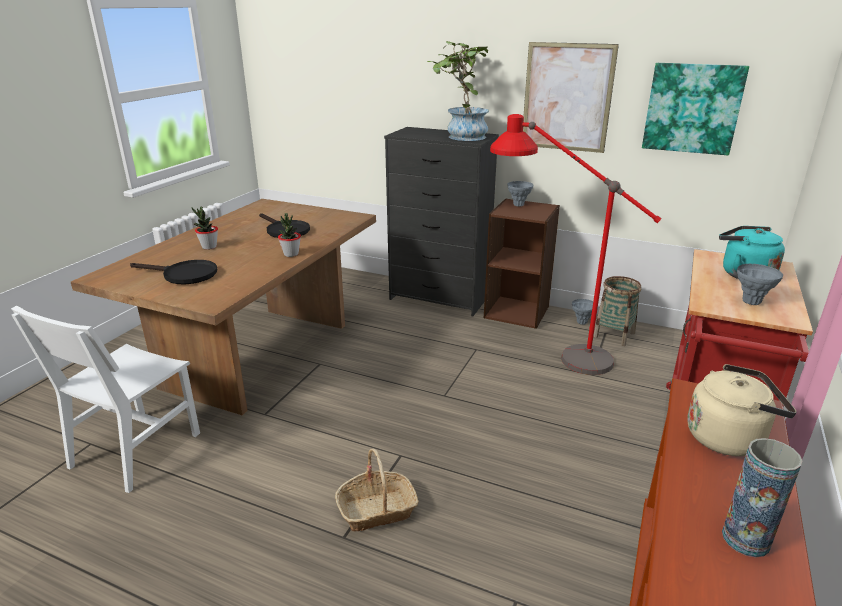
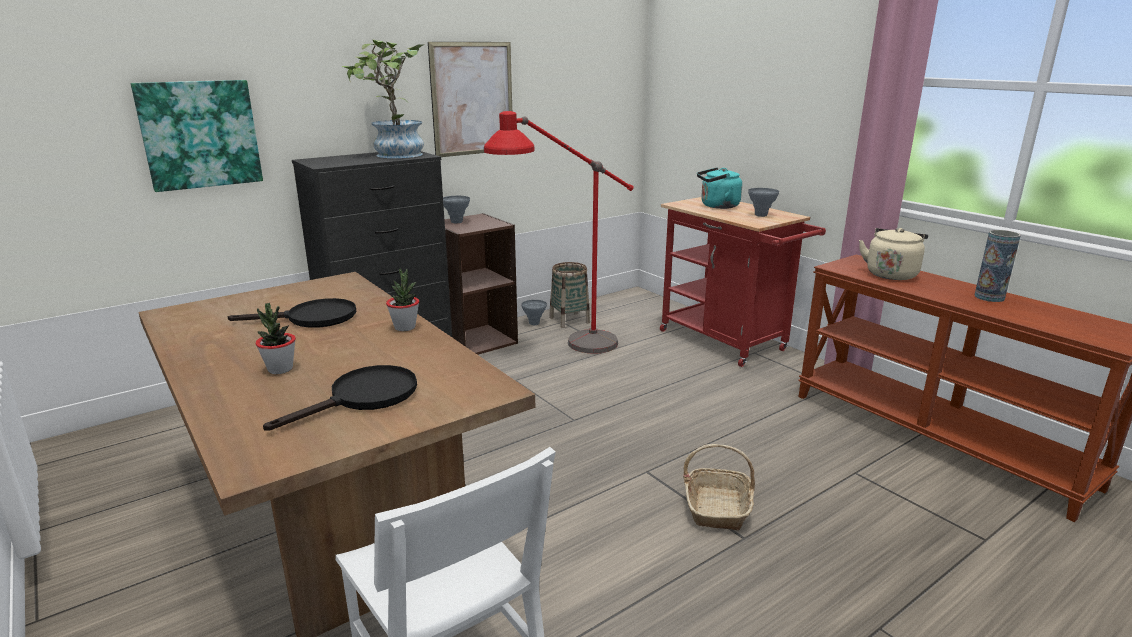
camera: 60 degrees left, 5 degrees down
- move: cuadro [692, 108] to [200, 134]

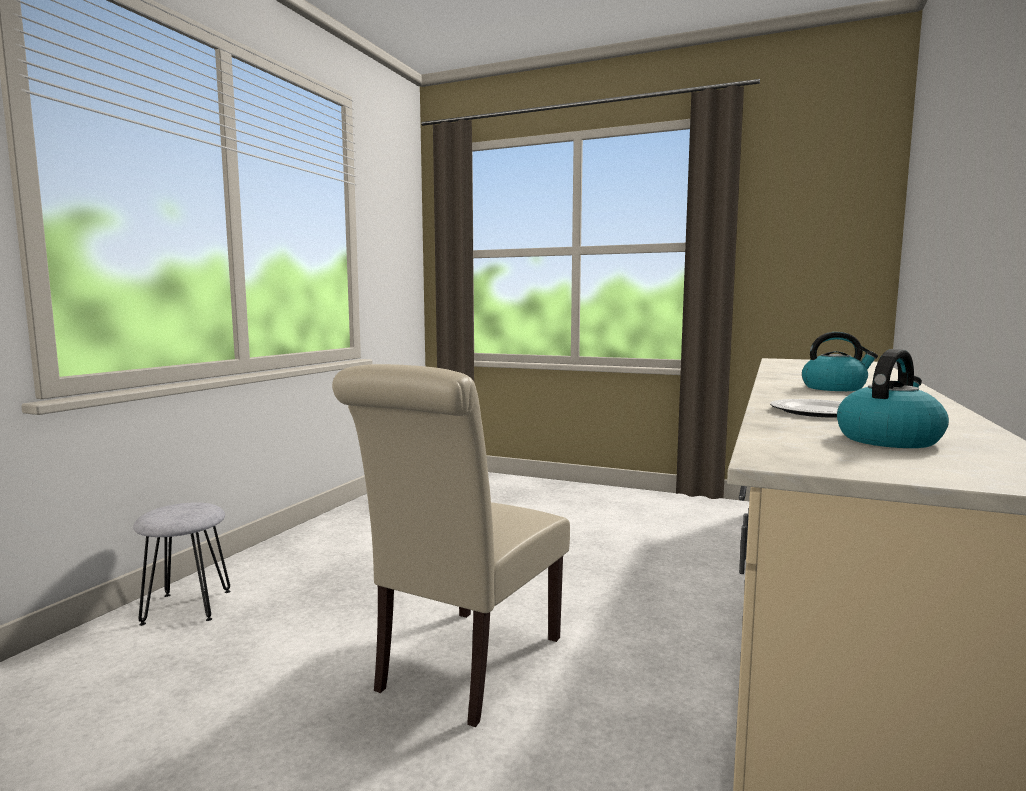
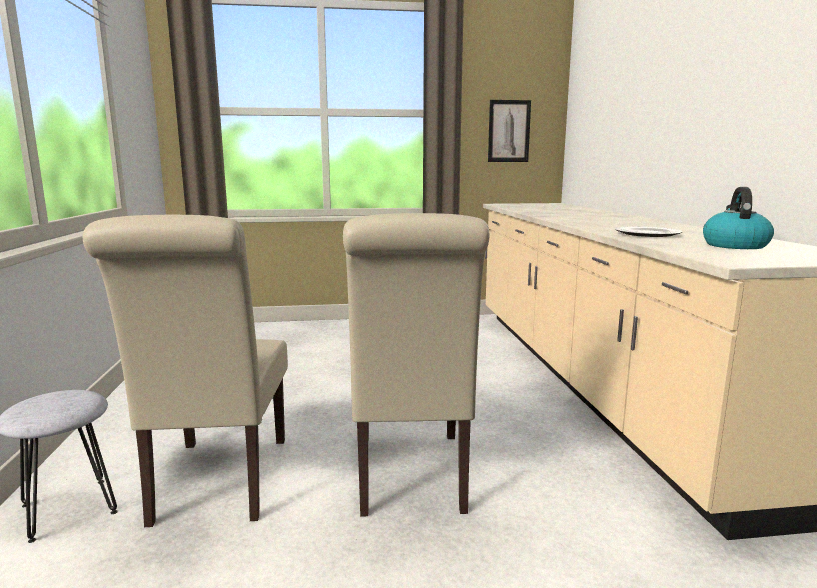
camera: 30 degrees left, 5 degrees up
- insert: silla [beis] [218, 484]
- insert: cuadro [509, 131]
- delete: hervidor [834, 388]

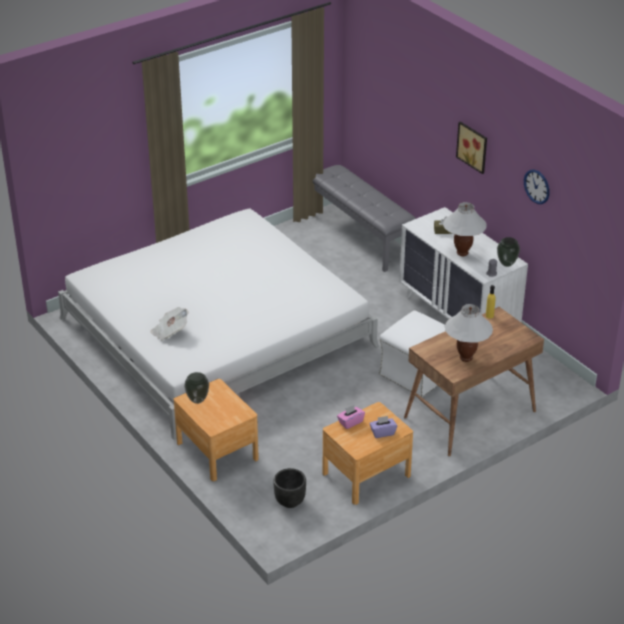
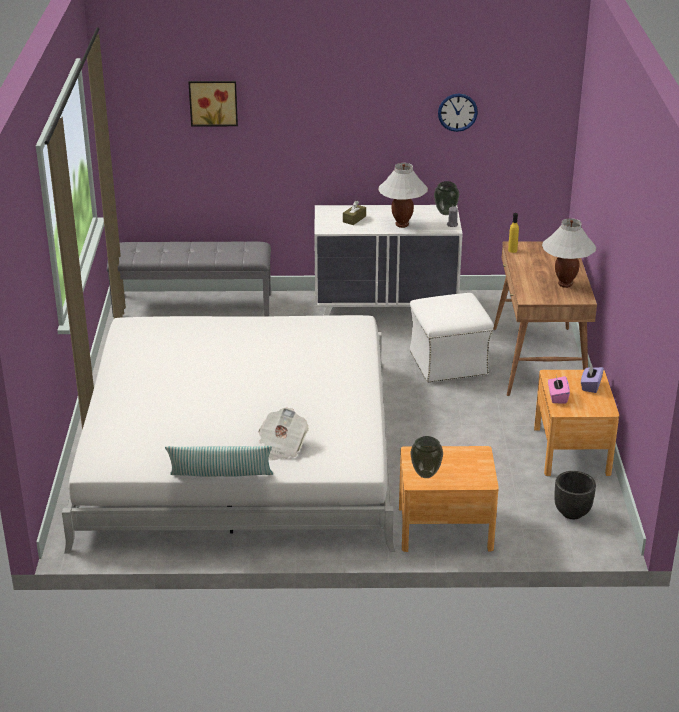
camera: 55 degrees left, 5 degrees down
- insert: cojín [221, 479]
- move: cuadro [473, 146] to [213, 102]

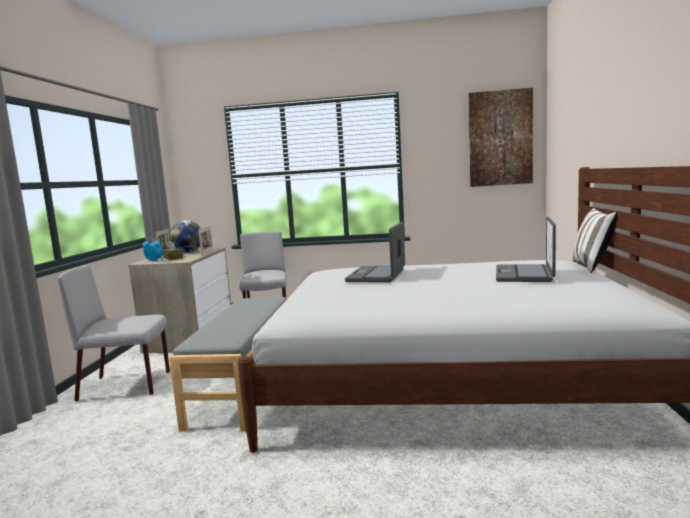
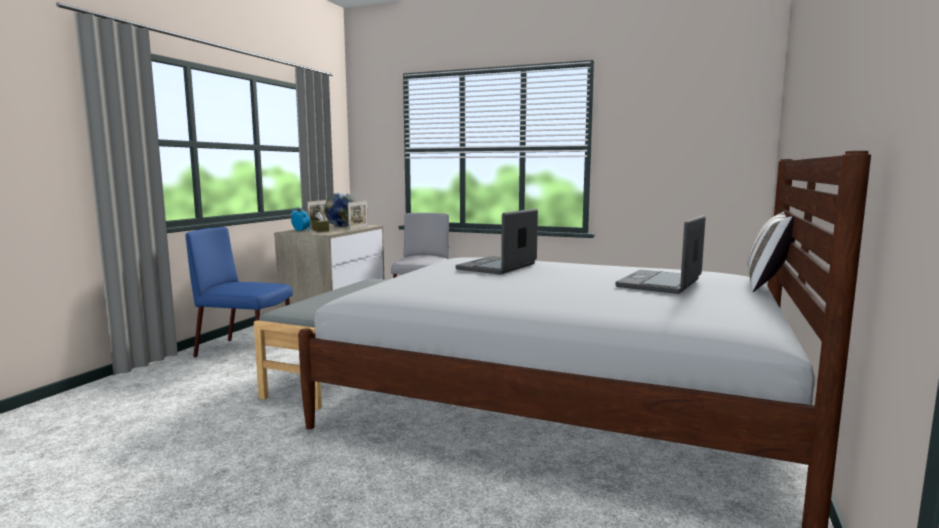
camera: 15 degrees right, 0 degrees up
- recolor: silla [gris] [127, 385] to silla [azul] [246, 351]
- delete: cuadro [500, 138]

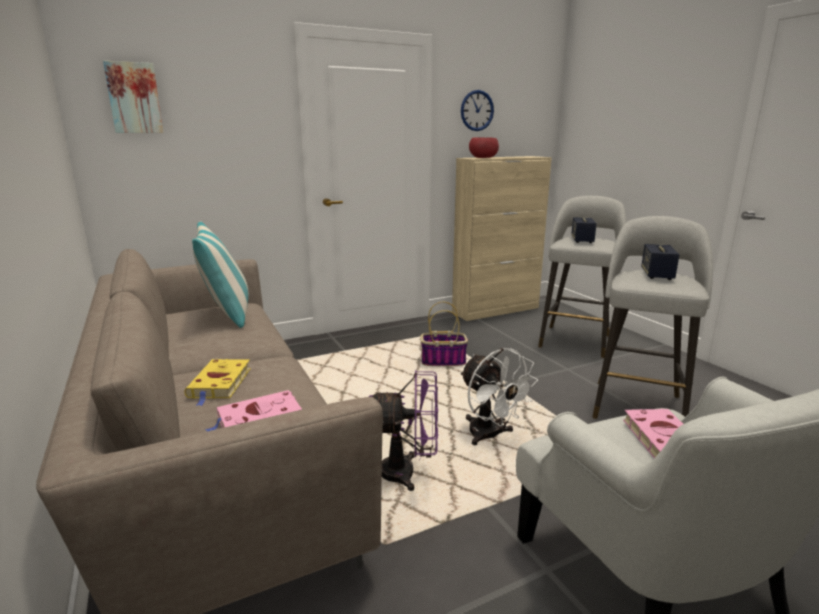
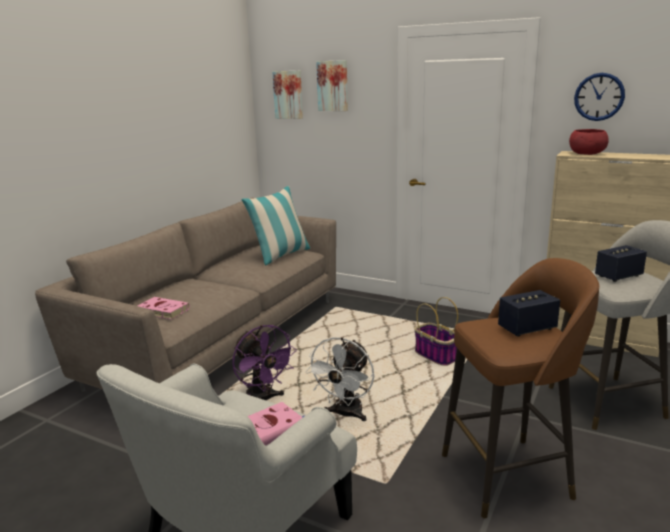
camera: 55 degrees right, 0 degrees up
- insert: cuadro [333, 86]
- recolor: taburete [gris] [637, 405] to taburete [marrón] [509, 475]
- delete: libro [amarillo] [219, 384]

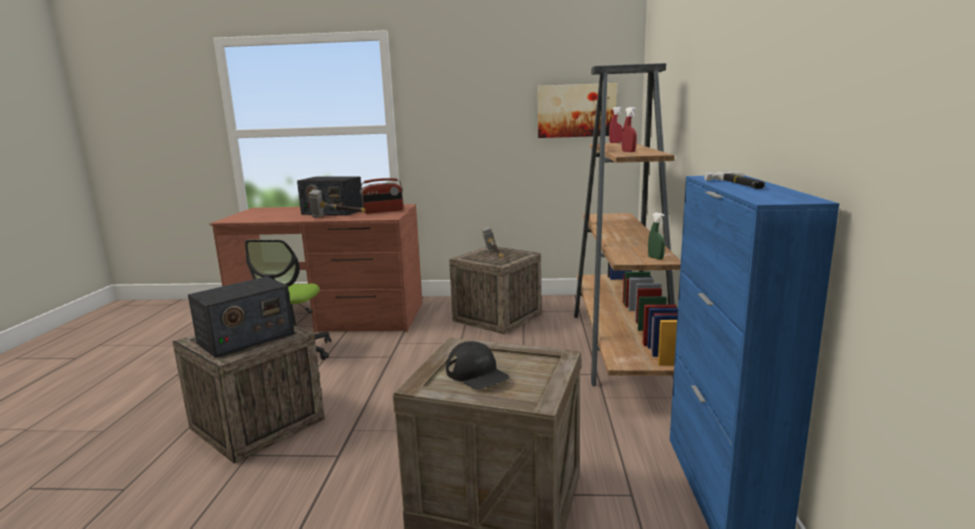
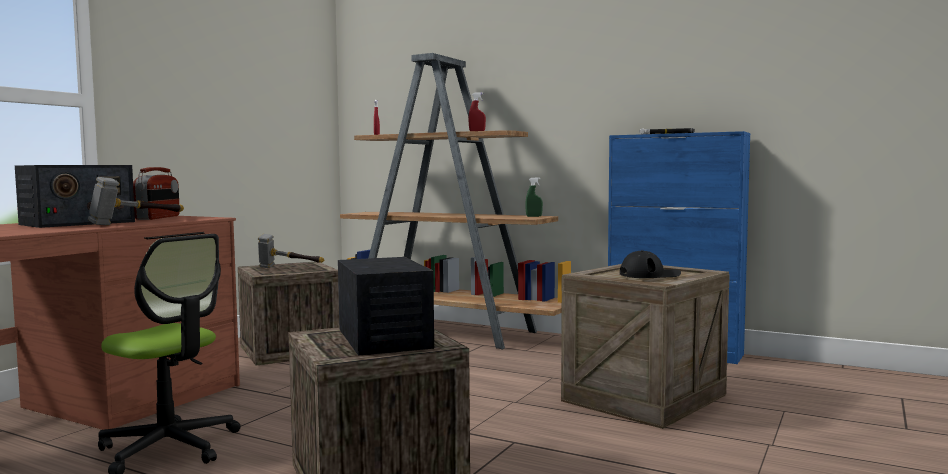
camera: 65 degrees left, 10 degrees down
- delete: cuadro [576, 110]

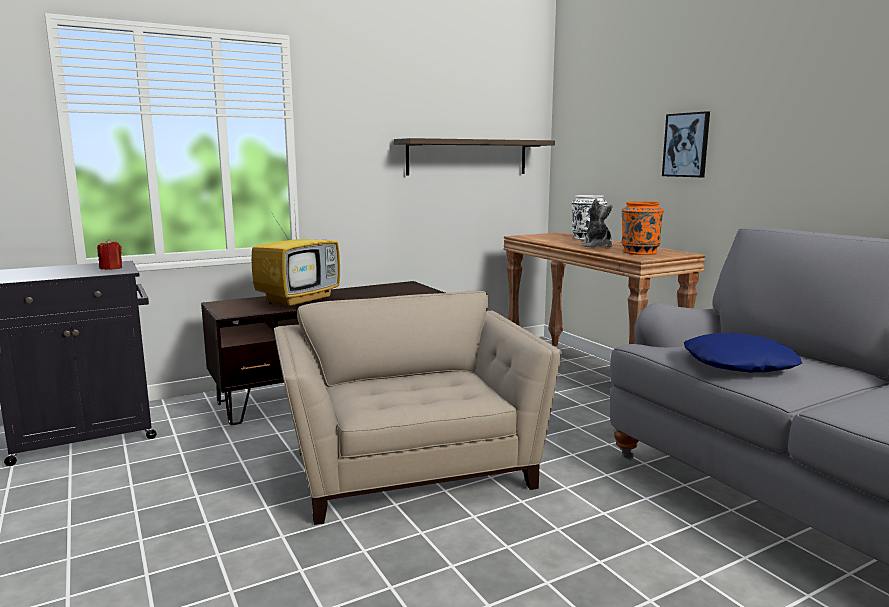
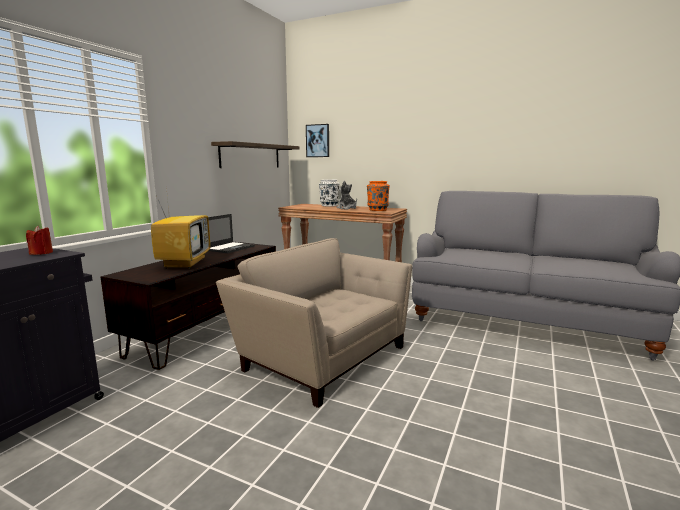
camera: 35 degrees left, 0 degrees up
- insert: portátil [230, 248]
- move: cuadro [686, 145] to [318, 140]
- delete: cojín [azul] [738, 364]

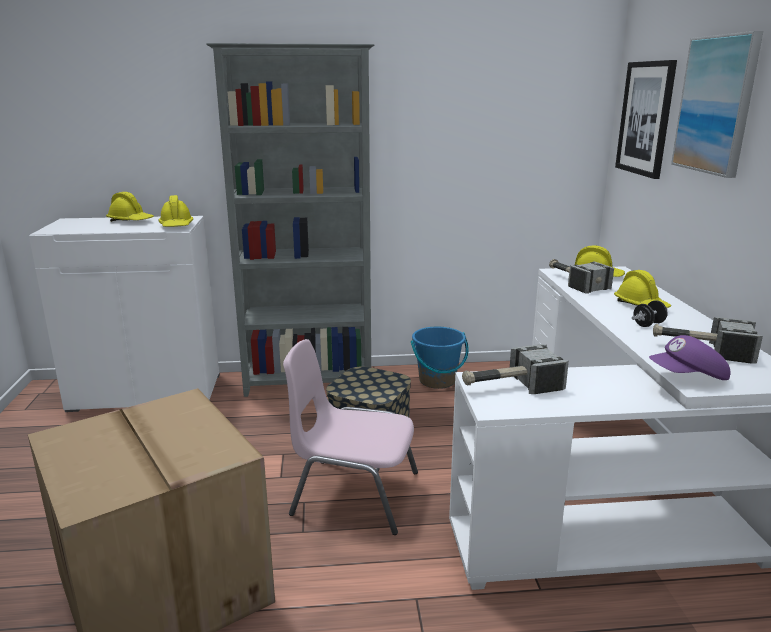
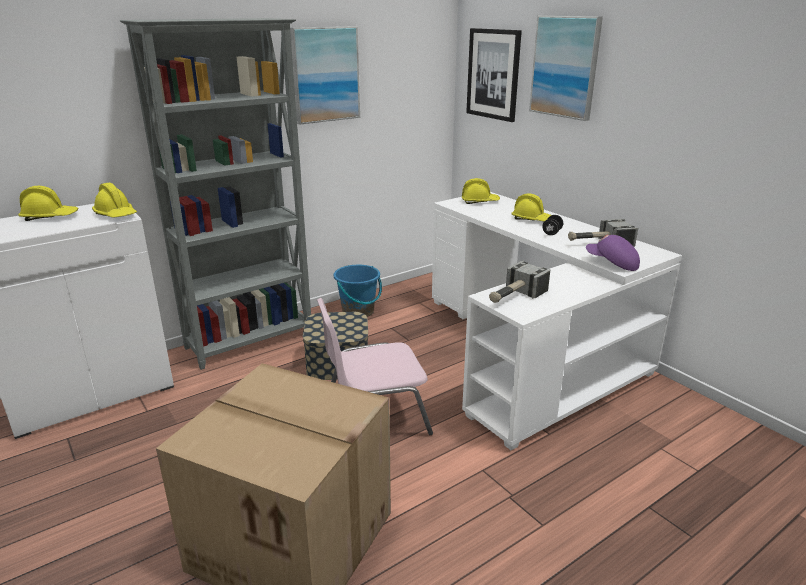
camera: 30 degrees left, 5 degrees up
- insert: cuadro [325, 75]
- rotate: gorra [morado] [688, 377] = [612, 264] 75 degrees clockwise
- delete: martillo [574, 282]

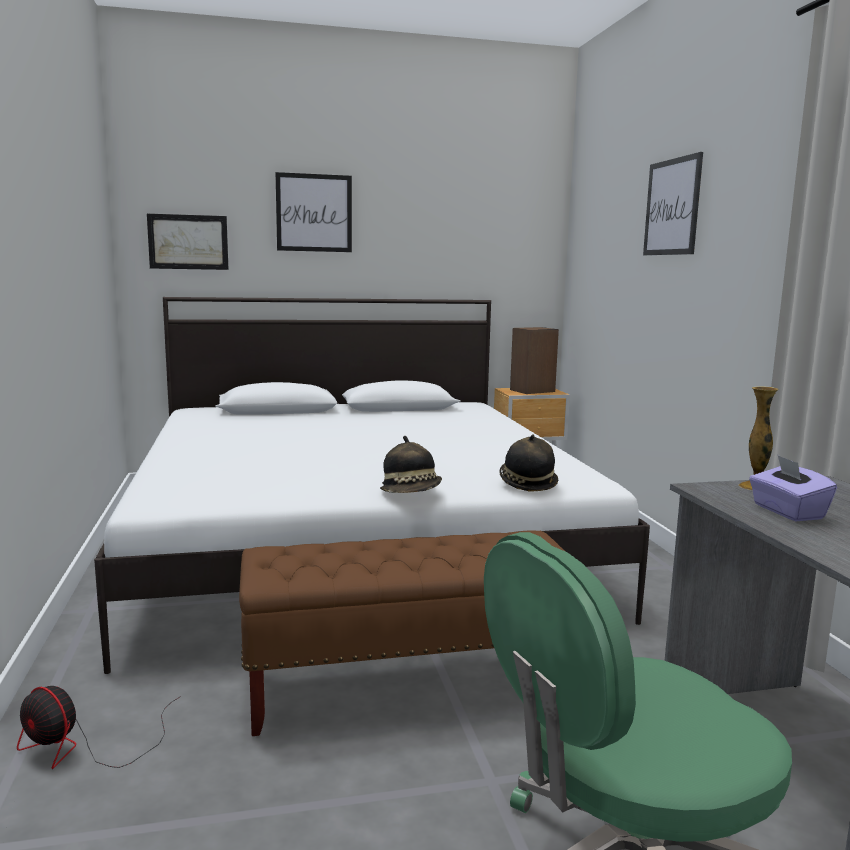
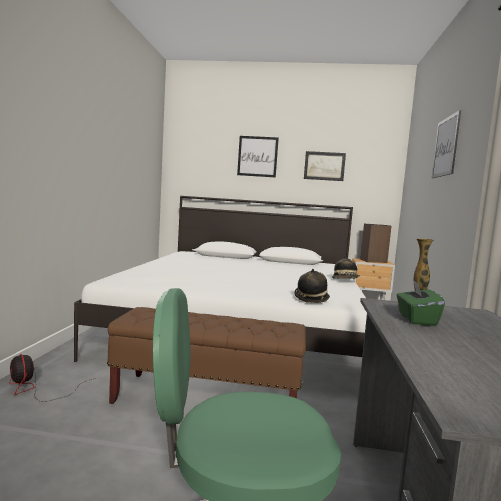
camera: 20 degrees right, 5 degrees down
- move: cuadro [188, 242] to [324, 166]
- move: sombrero [412, 493] to [345, 280]
- recolor: caja de pañuelos [morado] [787, 512] to caja de pañuelos [verde] [416, 319]

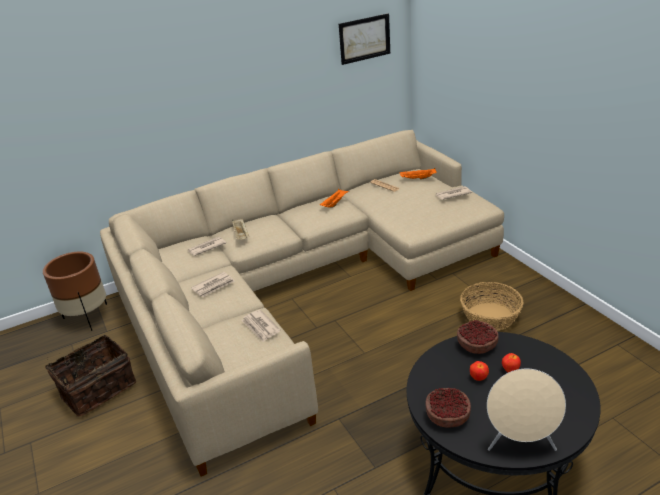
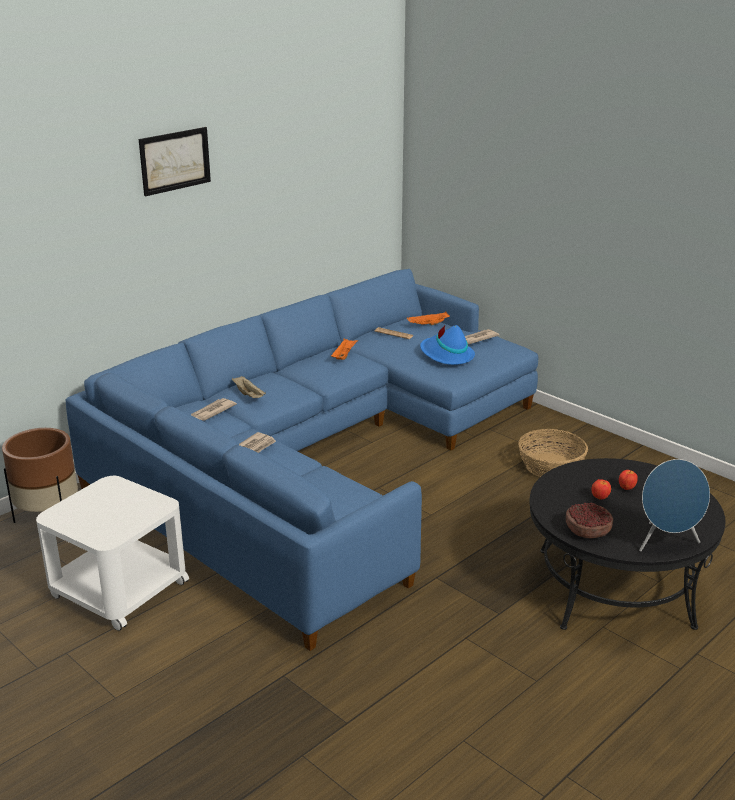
camera: 20 degrees left, 5 degrees down
- replace: cesta [97, 388] to mesa auxiliar [blanco] [118, 589]
- recolor: sofá [beis] [299, 288] to sofá [azul] [316, 460]
- move: cuadro [364, 39] to [175, 161]
- insert: sombrero [azul] [446, 355]
- recolor: altavoz [beis] [521, 444] to altavoz [azul] [666, 543]
- delete: periódico [260, 327]
- delete: cuenco [477, 345]

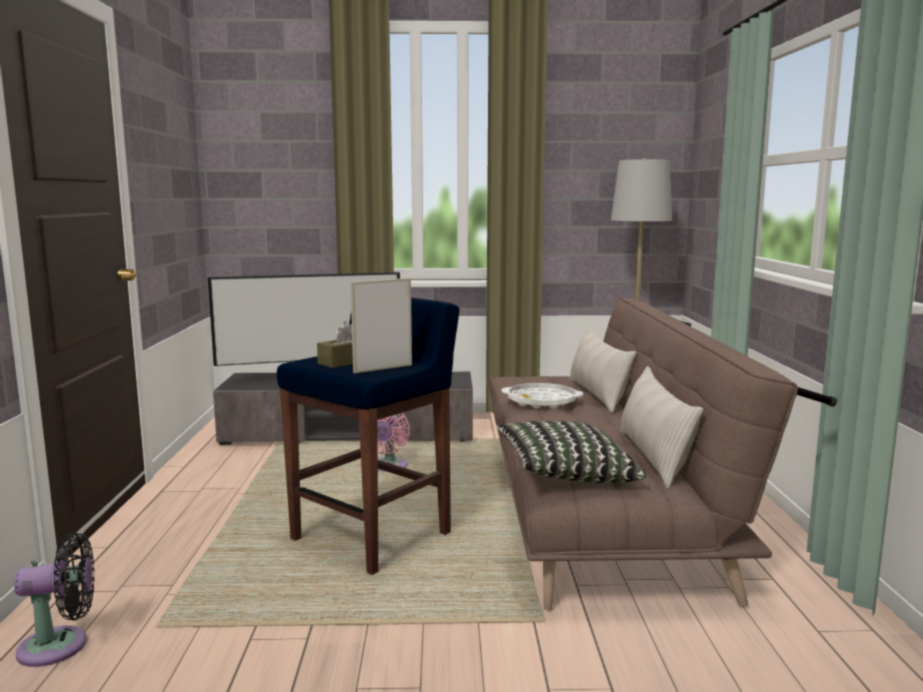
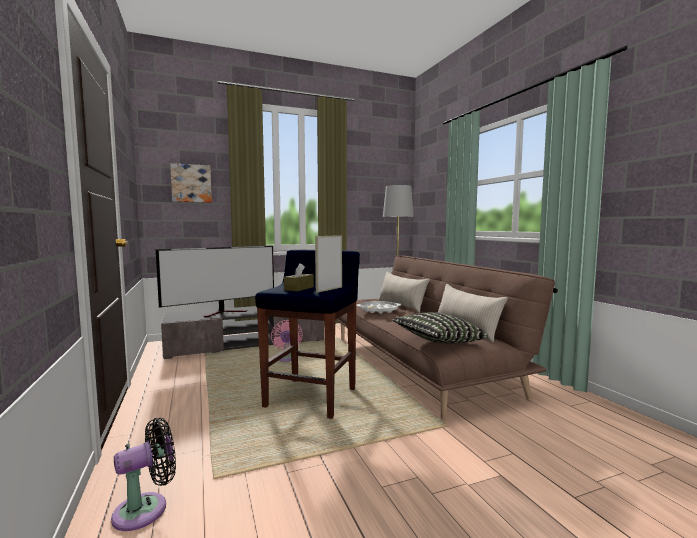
camera: 20 degrees left, 5 degrees down
- insert: cuadro [191, 183]

